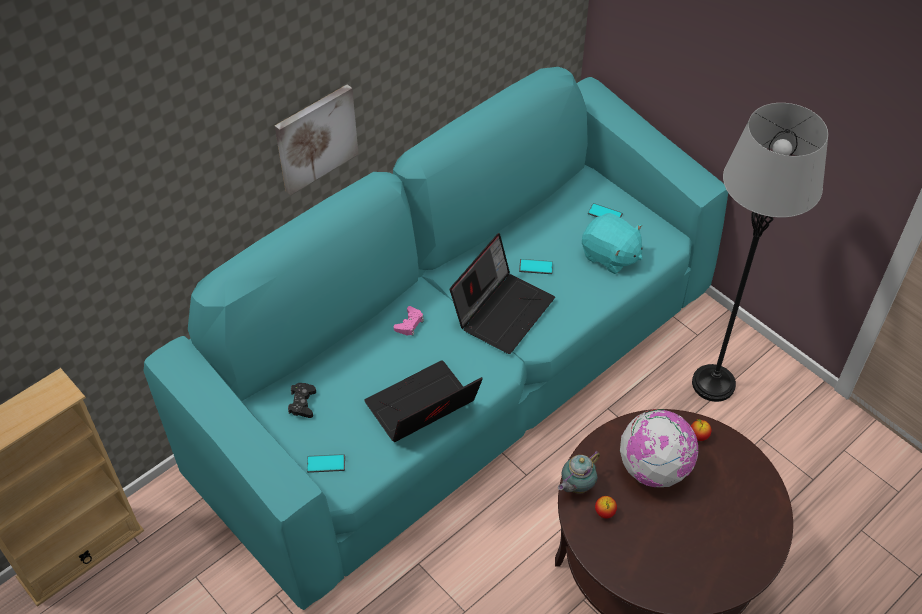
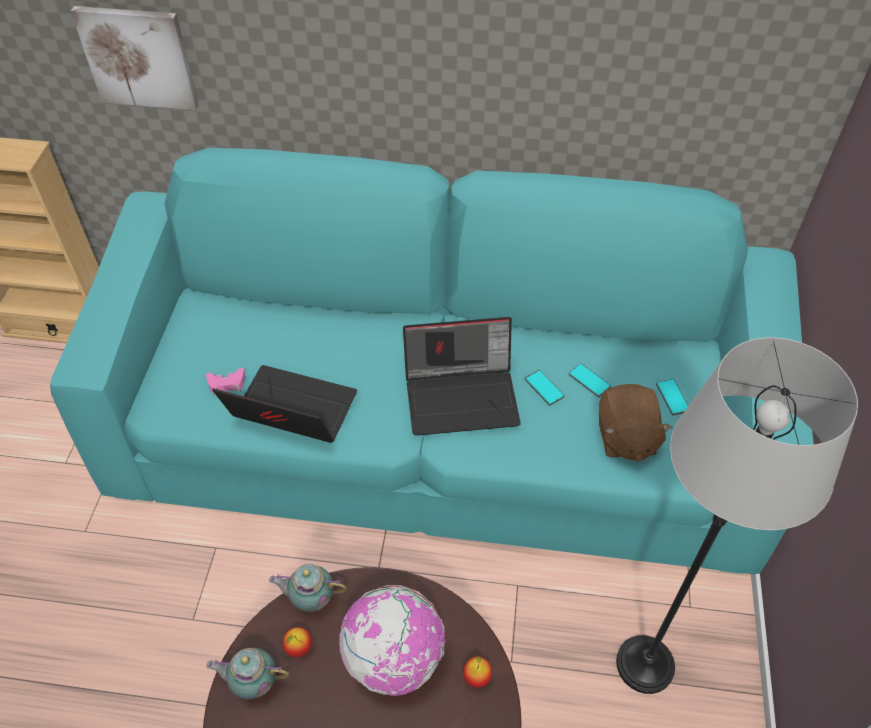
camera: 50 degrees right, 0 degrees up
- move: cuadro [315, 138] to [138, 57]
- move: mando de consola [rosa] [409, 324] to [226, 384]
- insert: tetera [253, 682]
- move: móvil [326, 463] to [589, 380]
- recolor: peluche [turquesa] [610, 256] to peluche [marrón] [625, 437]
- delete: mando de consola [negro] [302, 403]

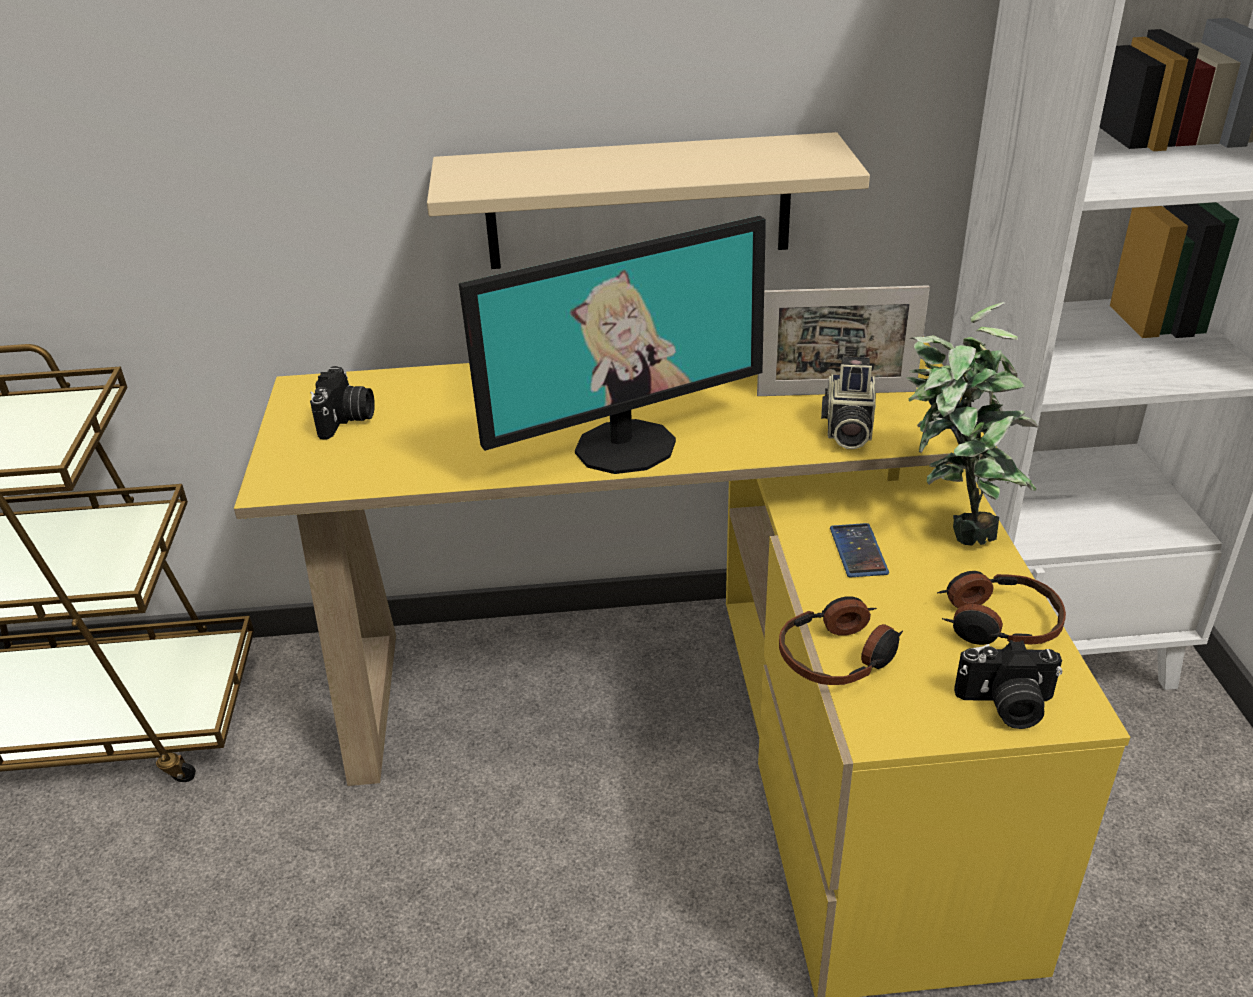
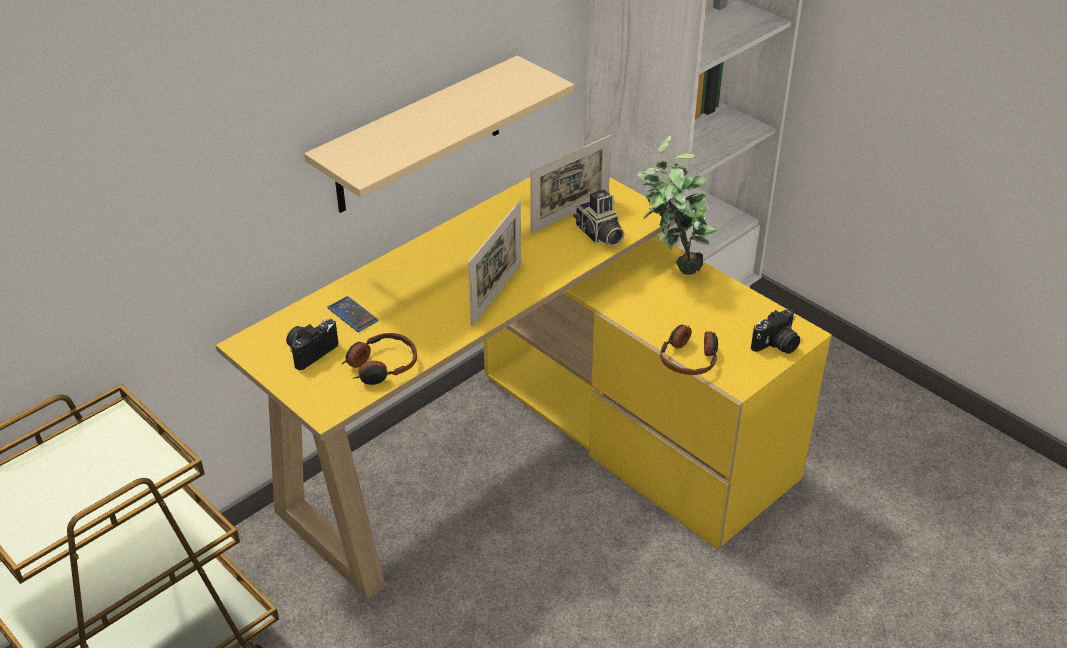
camera: 40 degrees left, 5 degrees up
- rotate: cámara [347, 420] = [310, 351] 105 degrees counterclockwise
- move: móvil [858, 551] to [352, 314]
- move: auriculares [997, 623] to [381, 366]
- replace: monitor [624, 445] to portarretratos [496, 294]

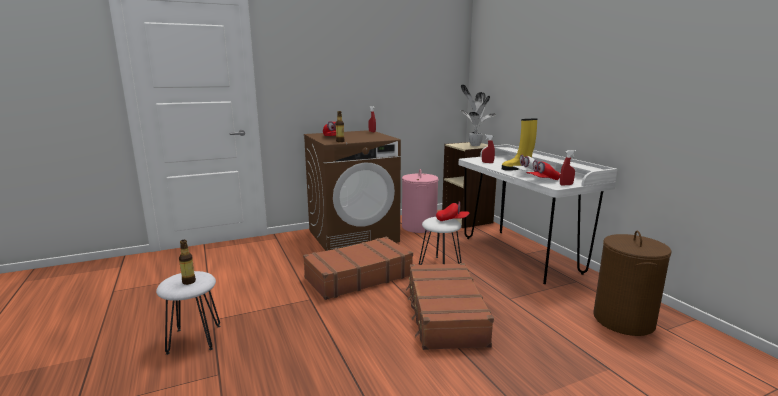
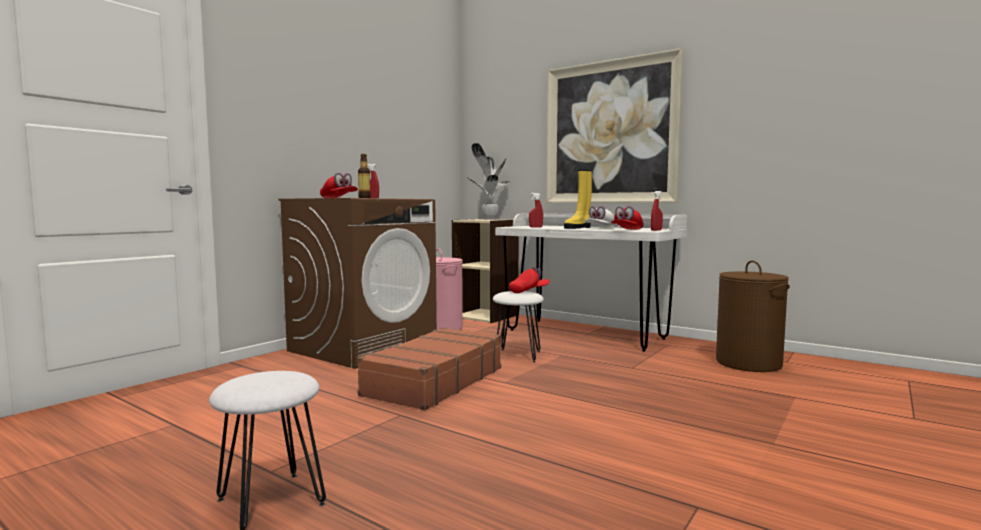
camera: 30 degrees left, 10 degrees down
- insert: cuadro [610, 132]
- delete: botella [189, 282]
- delete: maleta [marrón] [444, 315]

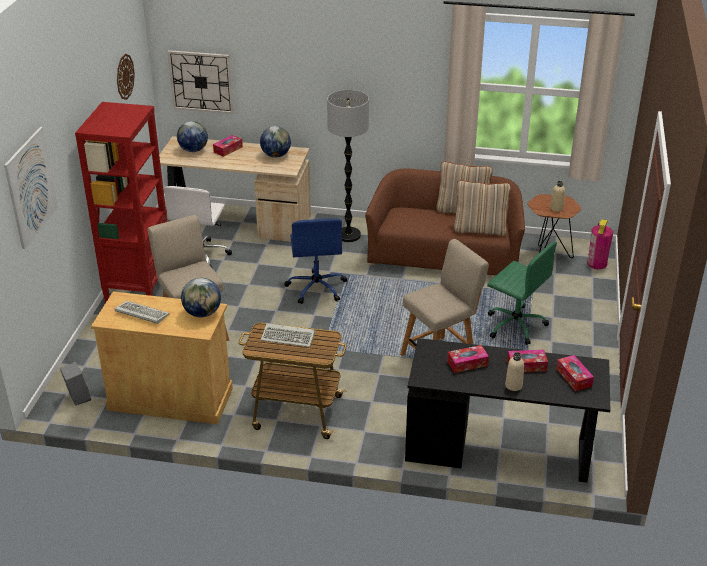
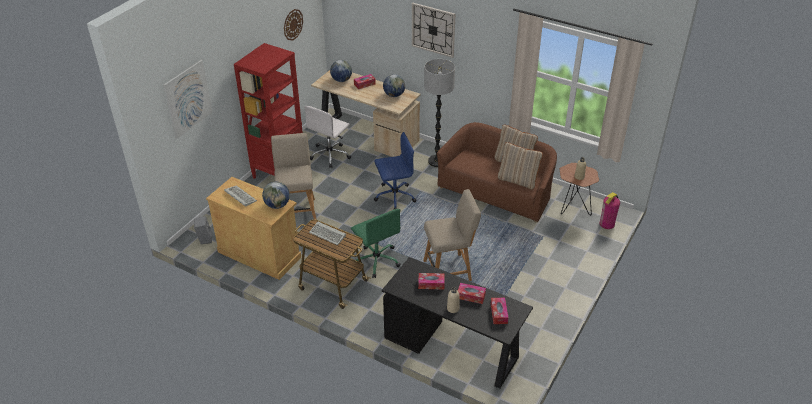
camera: 20 degrees right, 5 degrees up
- move: silla de oficina [verde] [514, 325] to [376, 260]
- rotate: silla de oficina [azul] [316, 287] = [394, 196] 120 degrees counterclockwise
- move: reloj de pared [201, 81] to [433, 29]

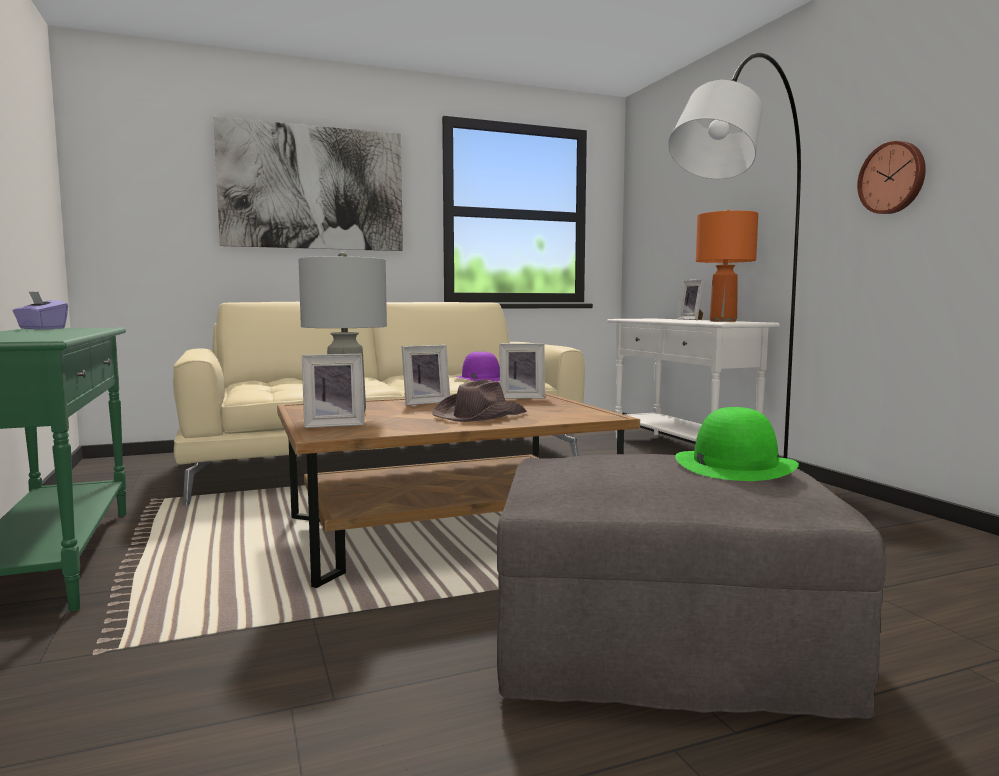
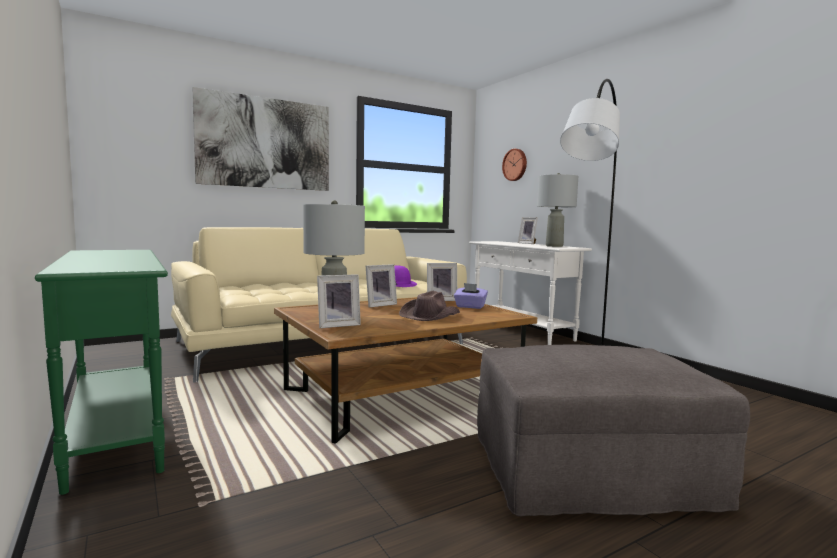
camera: 10 degrees left, 0 degrees up
- move: caja de pañuelos [morado] [41, 328] to [470, 307]
- move: reloj de pared [893, 178] to [515, 165]
- recolor: lámpara de mesa [naranja] [722, 321] to lámpara de mesa [gris] [554, 246]
- delete: sombrero [verde] [734, 465]

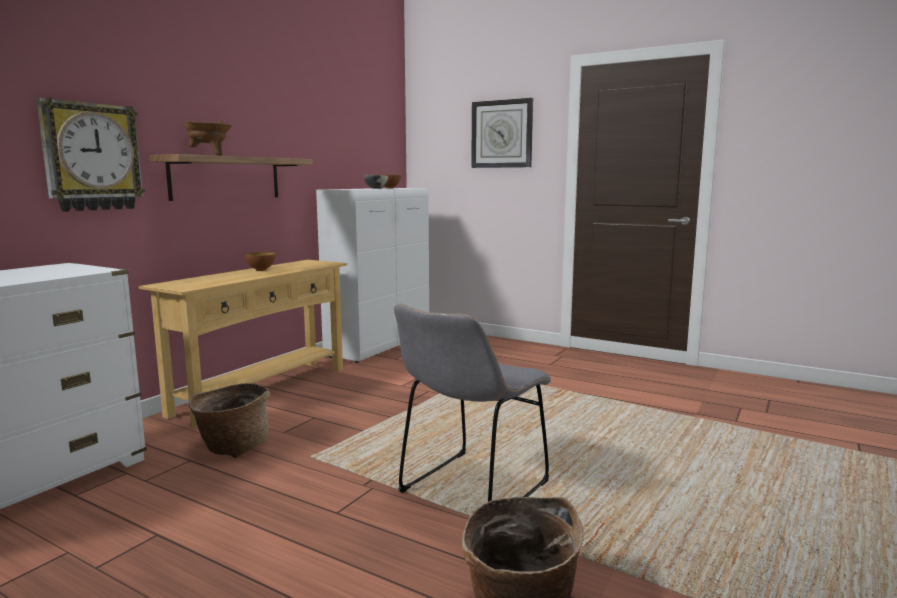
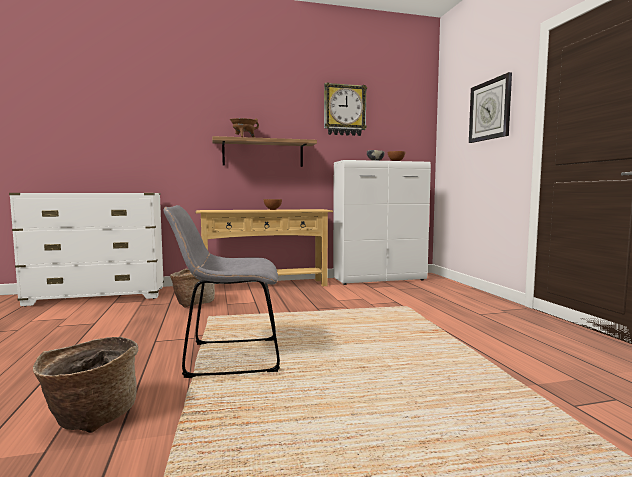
camera: 45 degrees right, 5 degrees down
- move: reloj de pared [91, 157] to [344, 110]

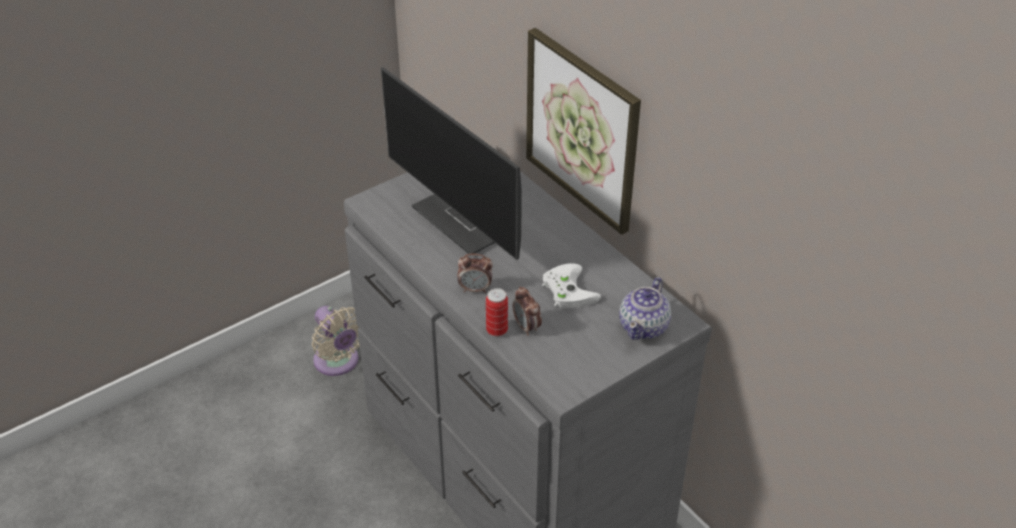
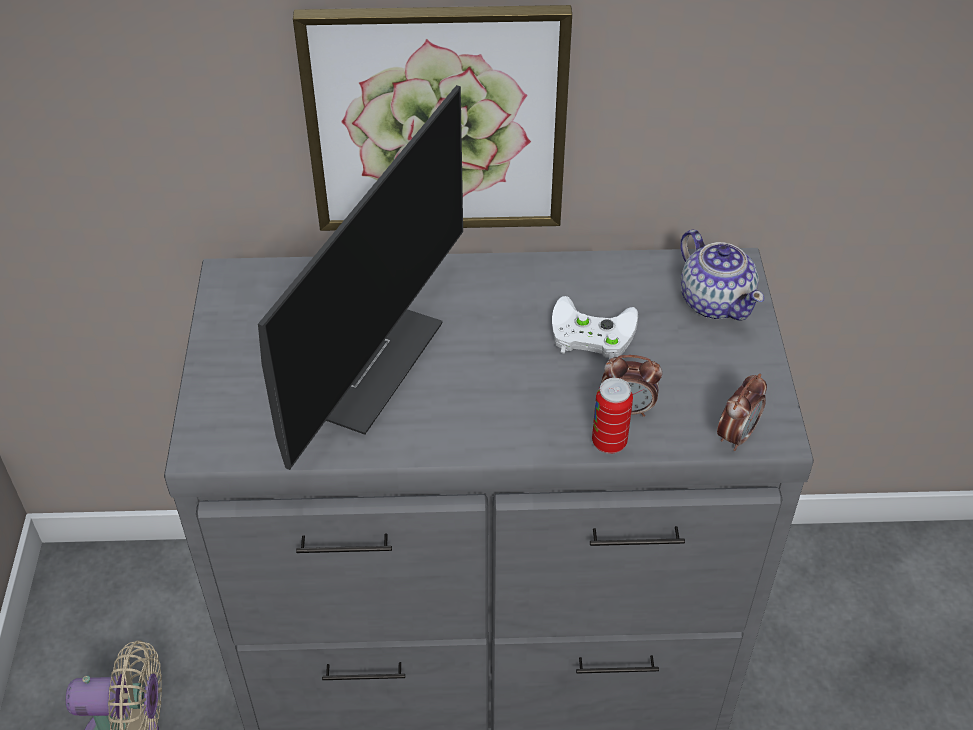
camera: 55 degrees left, 5 degrees up
- rotate: monitor [467, 221] = [360, 361] 60 degrees counterclockwise
- move: despertador [475, 289] to [736, 435]

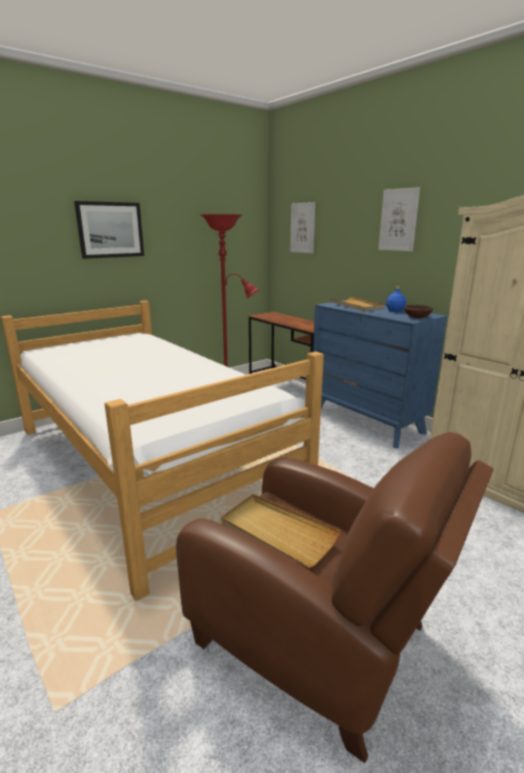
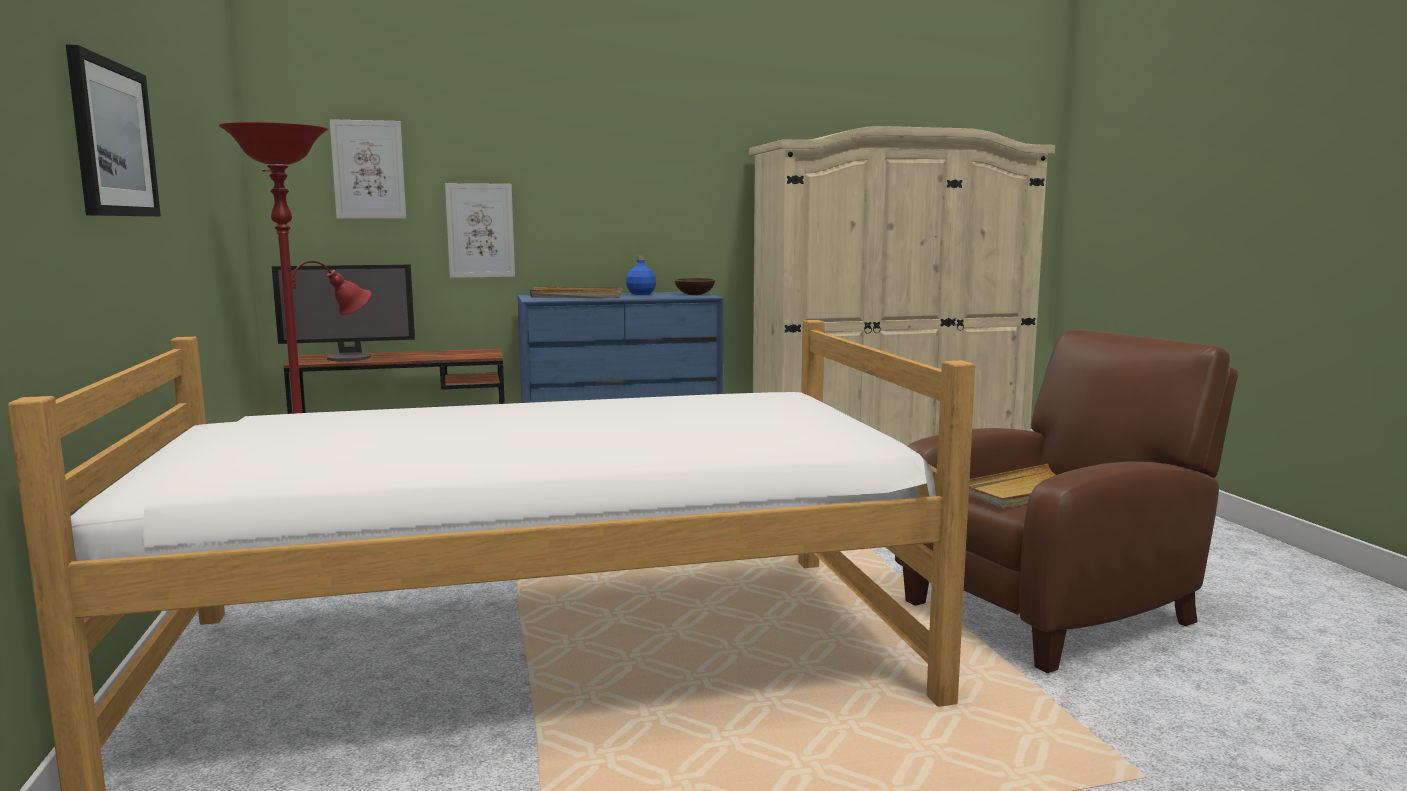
camera: 65 degrees left, 10 degrees down
- insert: monitor [350, 358]
- move: cuadro [398, 220] to [480, 230]

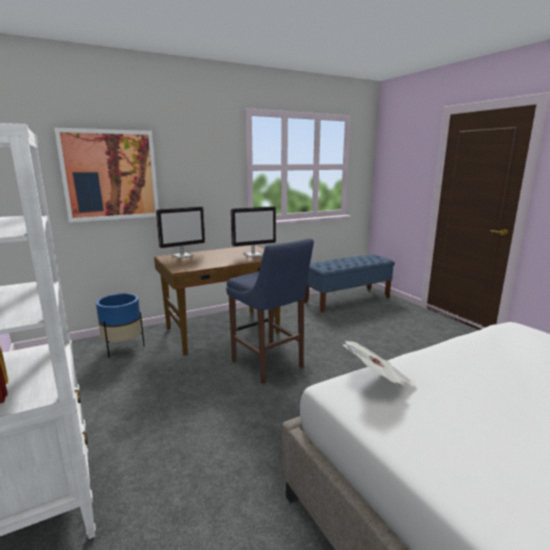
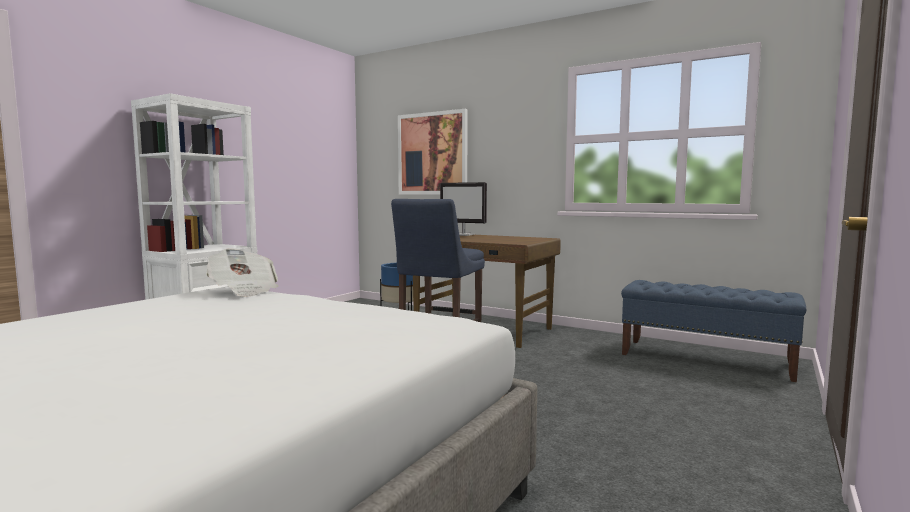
camera: 60 degrees right, 10 degrees down
- delete: monitor [253, 255]

